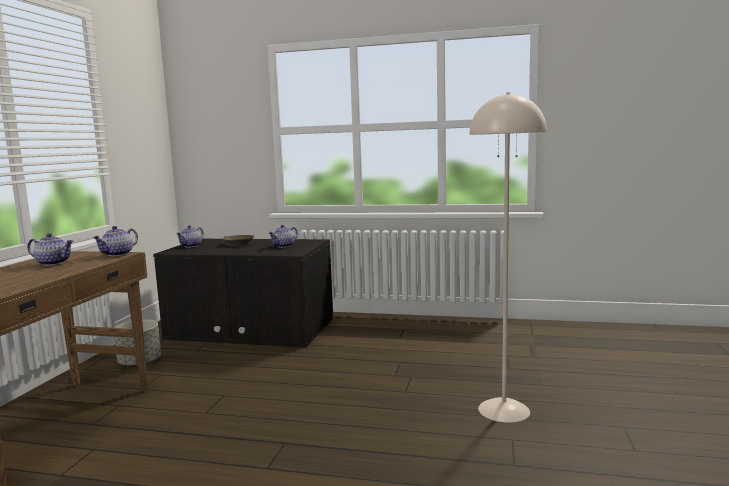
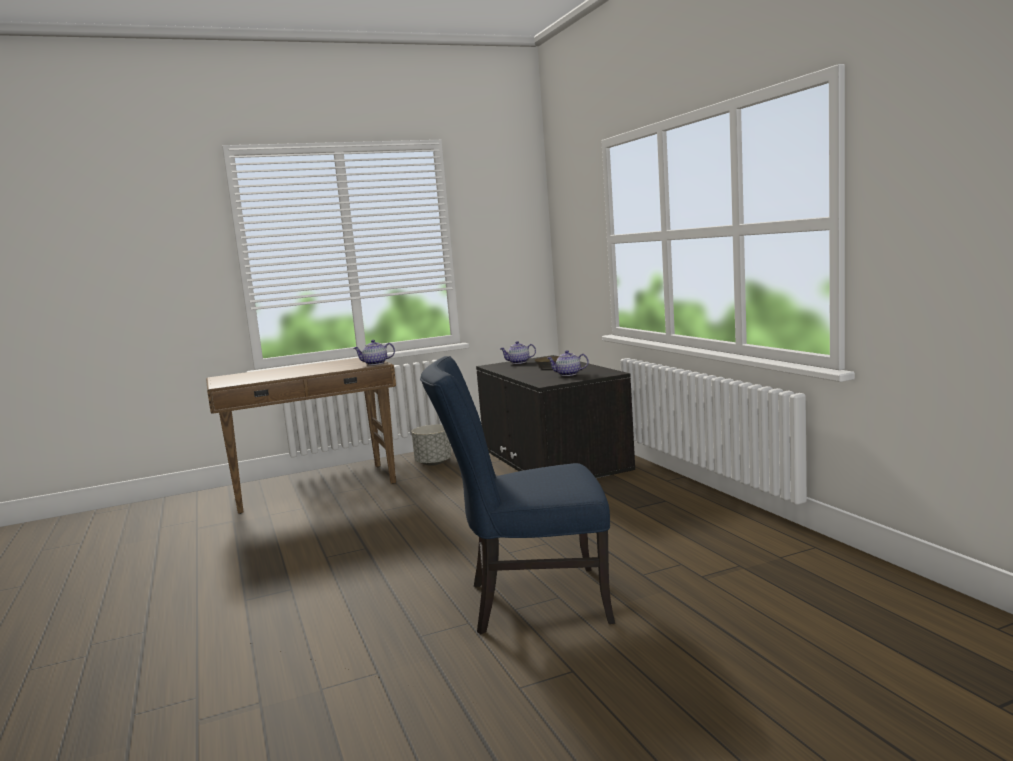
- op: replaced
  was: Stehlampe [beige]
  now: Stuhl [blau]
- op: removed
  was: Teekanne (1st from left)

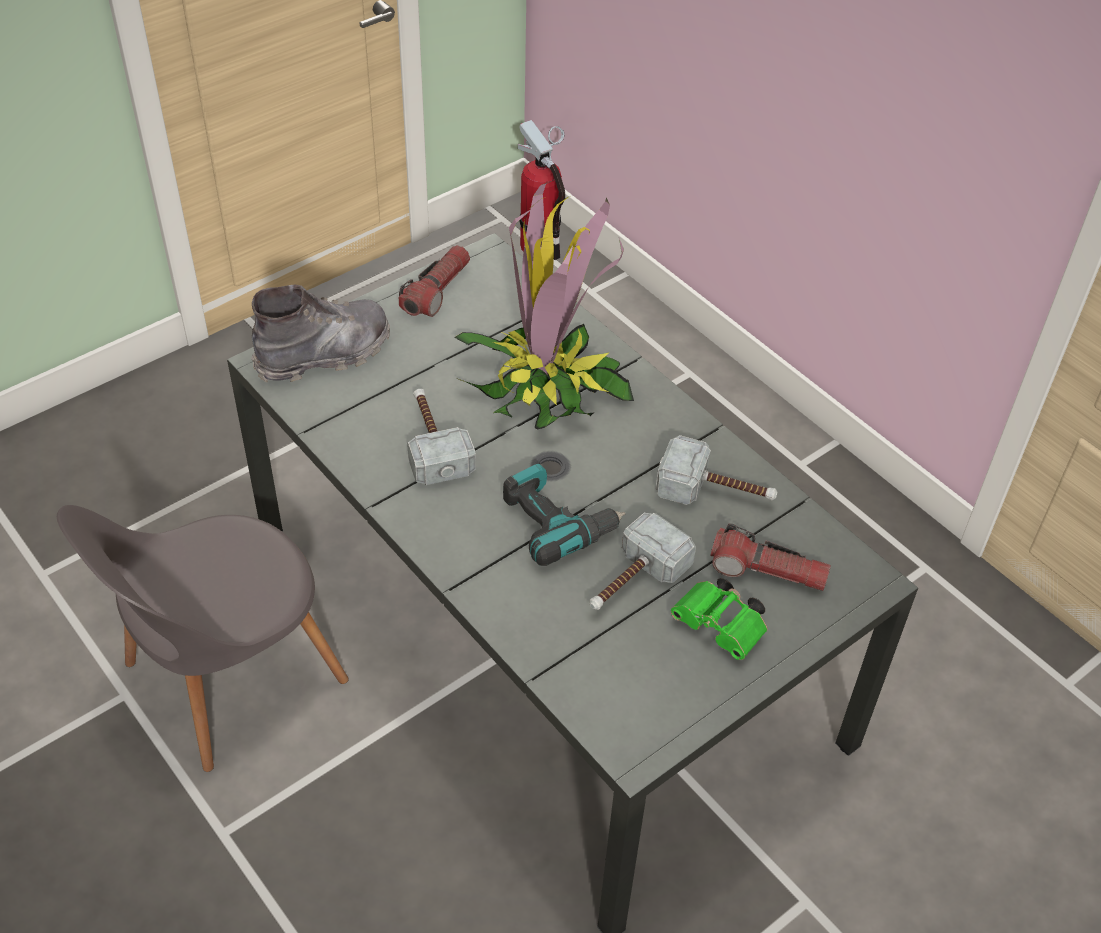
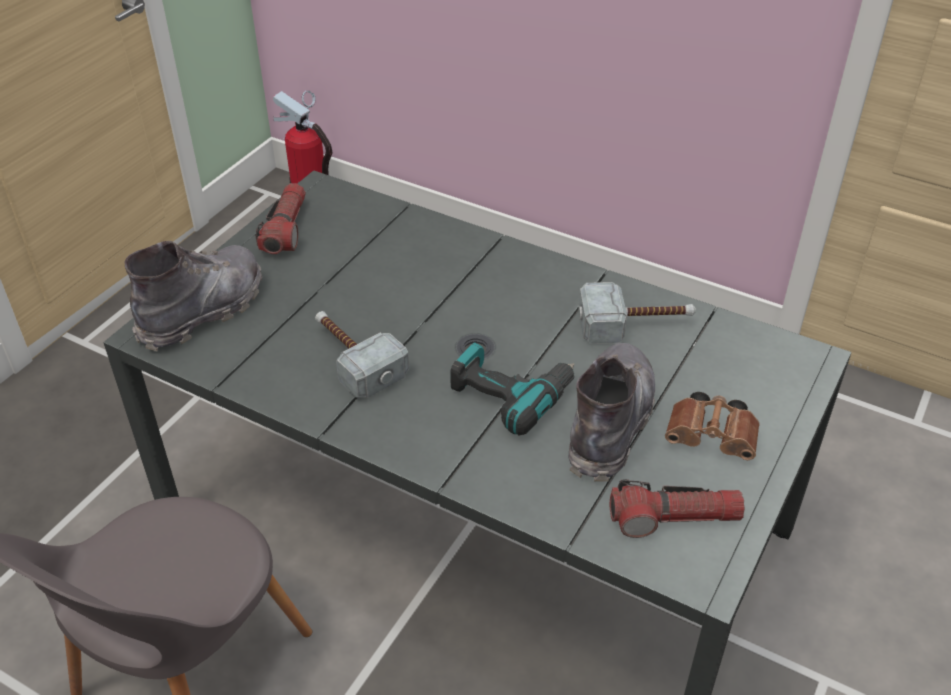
- op: removed
  was: Topfpflanze
- op: replaced
  was: Hammer (2nd from left)
  now: Stiefel [grau] (2nd from left)
- op: moved
  was: Taschenlampe (2nd from left)
- op: recoloured
  was: Fernglas [grün]
  now: Fernglas [braun]

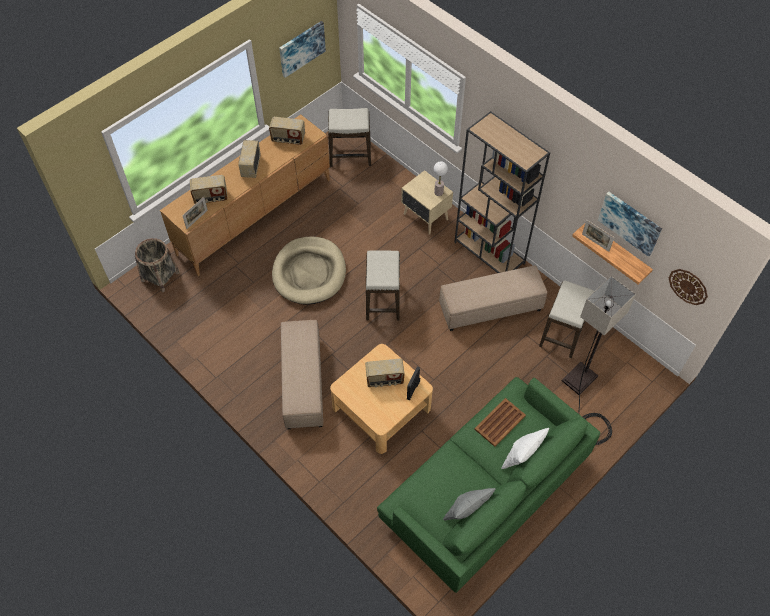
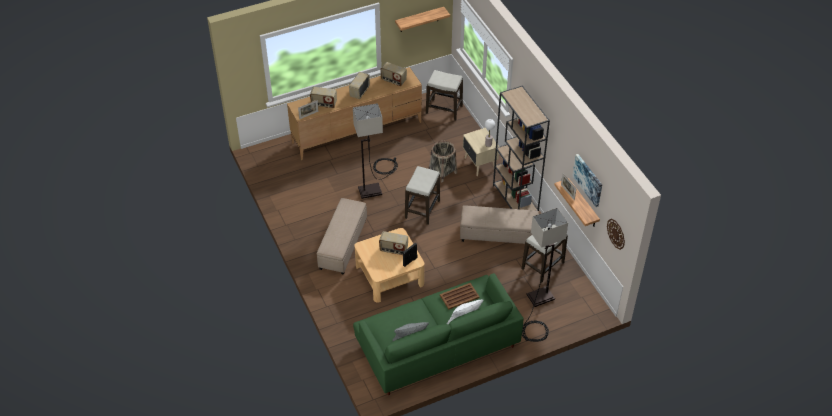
- op: replaced
  was: Bild (1st from left)
  now: Wandregal (1st from left)
- op: replaced
  was: Hundebett [beige]
  now: Stehlampe (1st from left)
- op: moved
  was: Korb

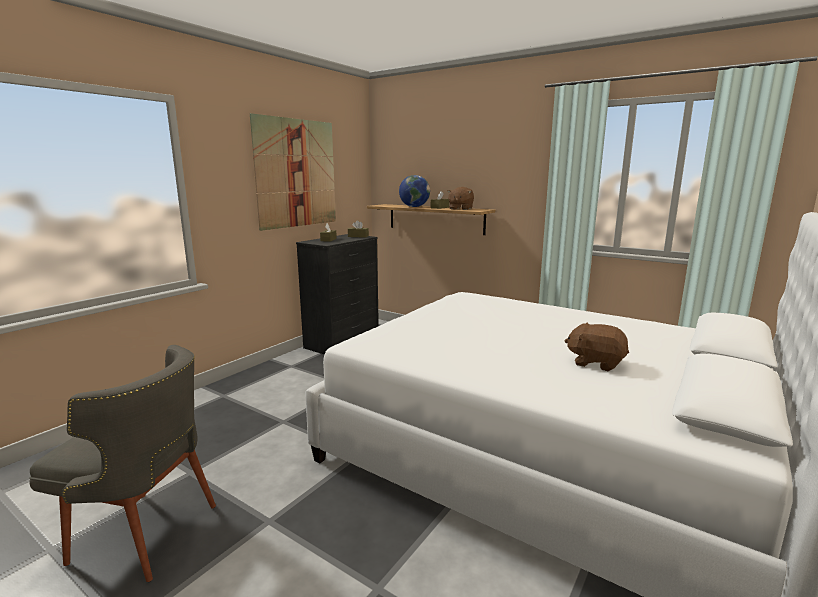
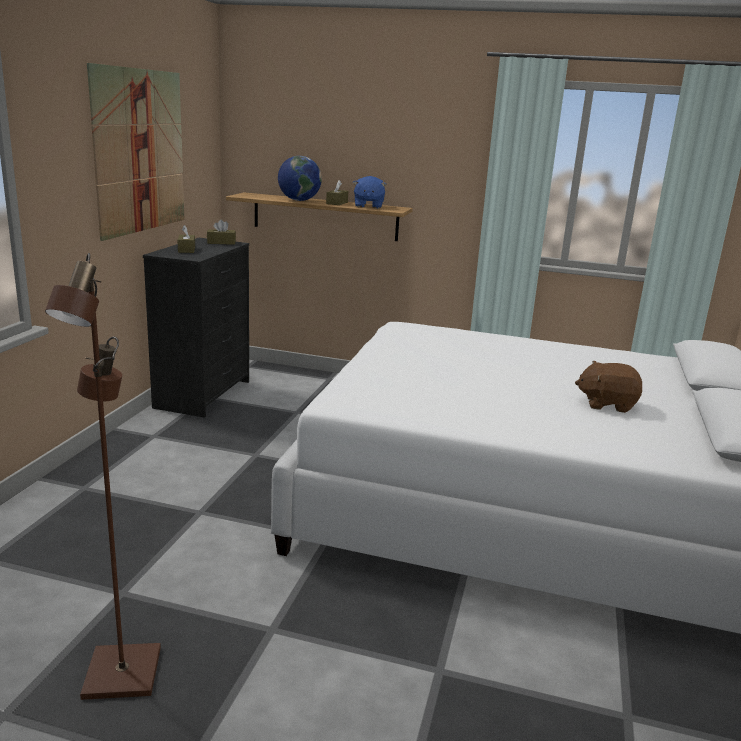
- op: recoloured
  was: Plüschtier [braun] (1st from left)
  now: Plüschtier [blau]
- op: replaced
  was: Stuhl [grau]
  now: Stehlampe [braun]

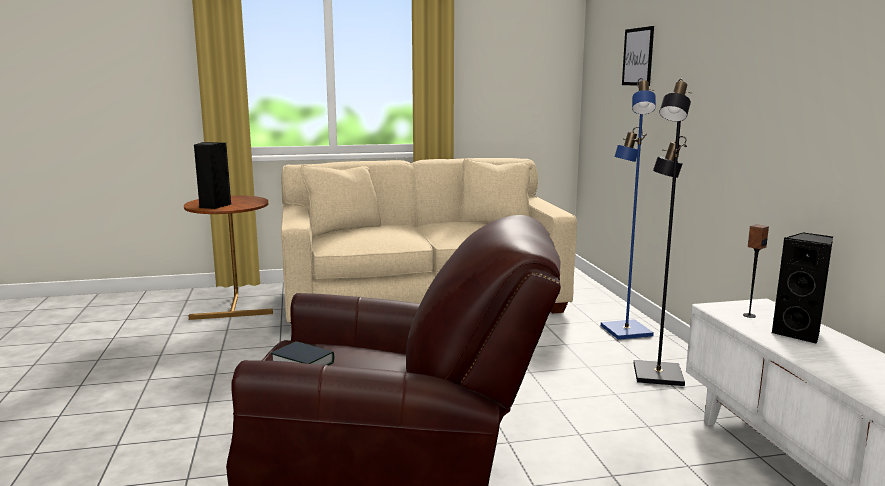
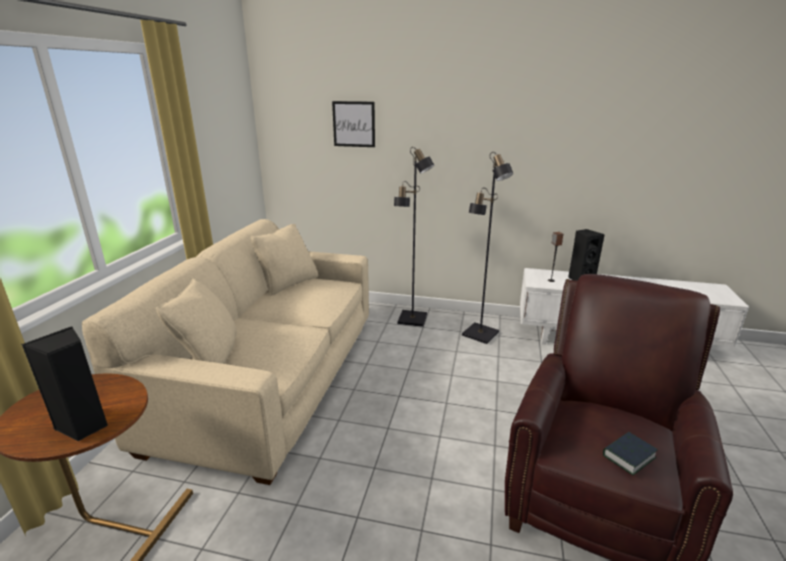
- op: recoloured
  was: Stehlampe [blau]
  now: Stehlampe [schwarz] (1st from left)

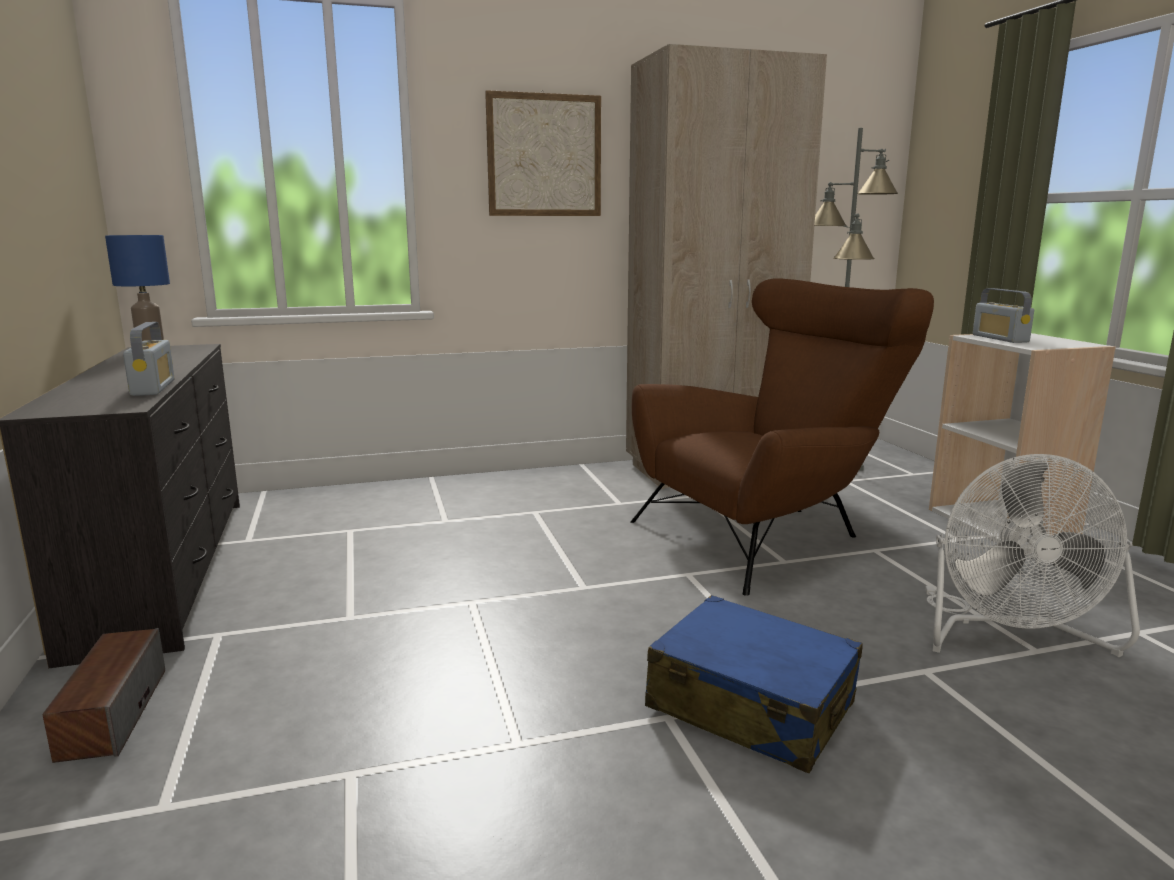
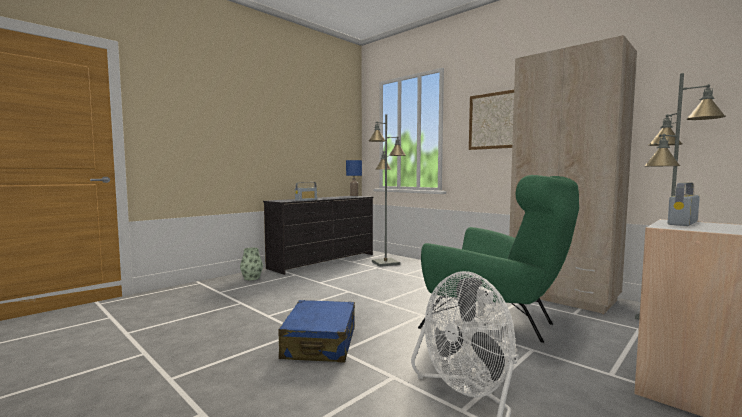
- op: recoloured
  was: Sessel [braun]
  now: Sessel [grün]
- op: replaced
  was: Lautsprecher
  now: Vase
- op: added
  now: Stehlampe [grau] (1st from left)

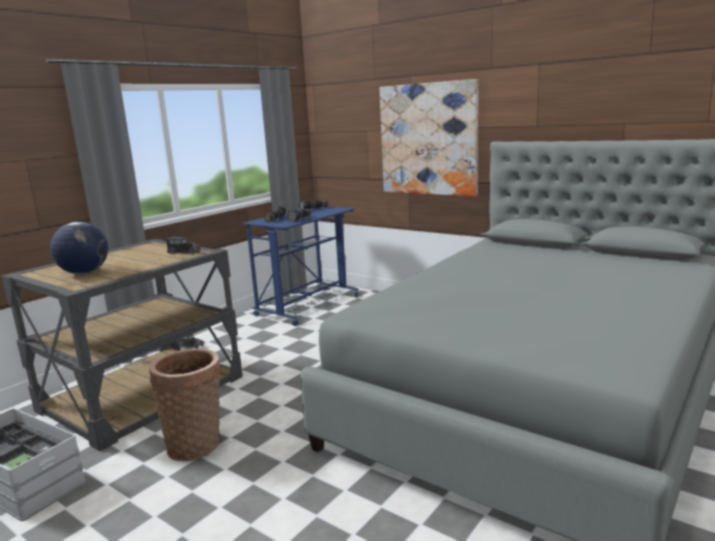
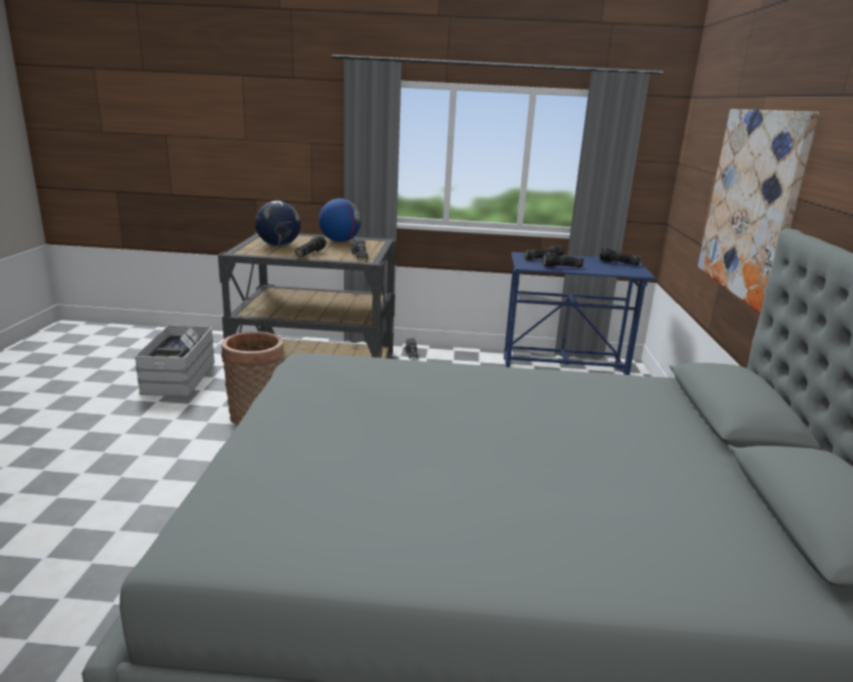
- op: added
  now: Globus (2nd from left)
- op: added
  now: Taschenlampe (1st from left)

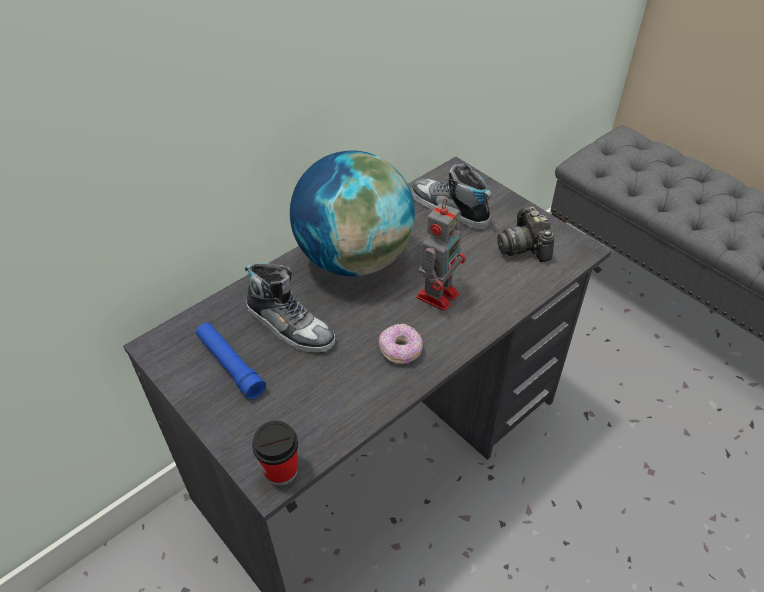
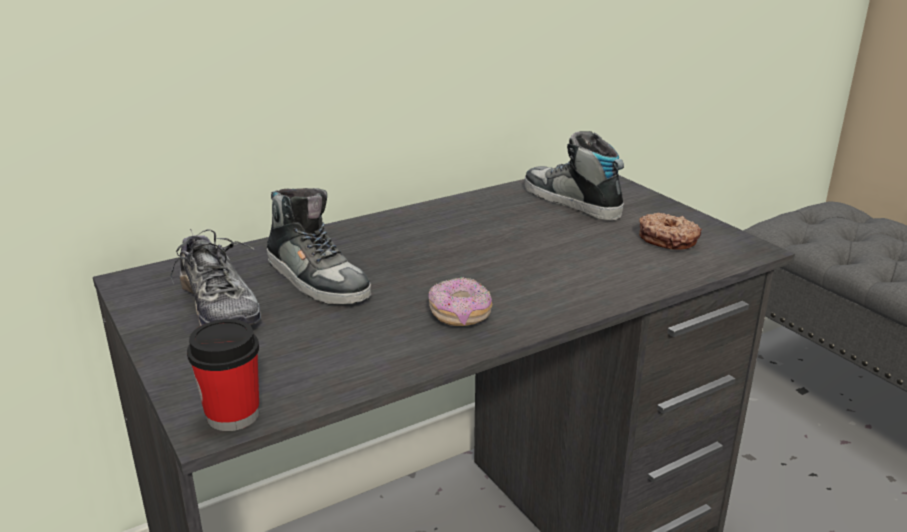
- op: removed
  was: Globus
- op: removed
  was: Spielzeugroboter
- op: replaced
  was: Kamera
  now: Donut (2nd from left)
- op: replaced
  was: Taschenlampe [blau]
  now: Schuh (1st from left)

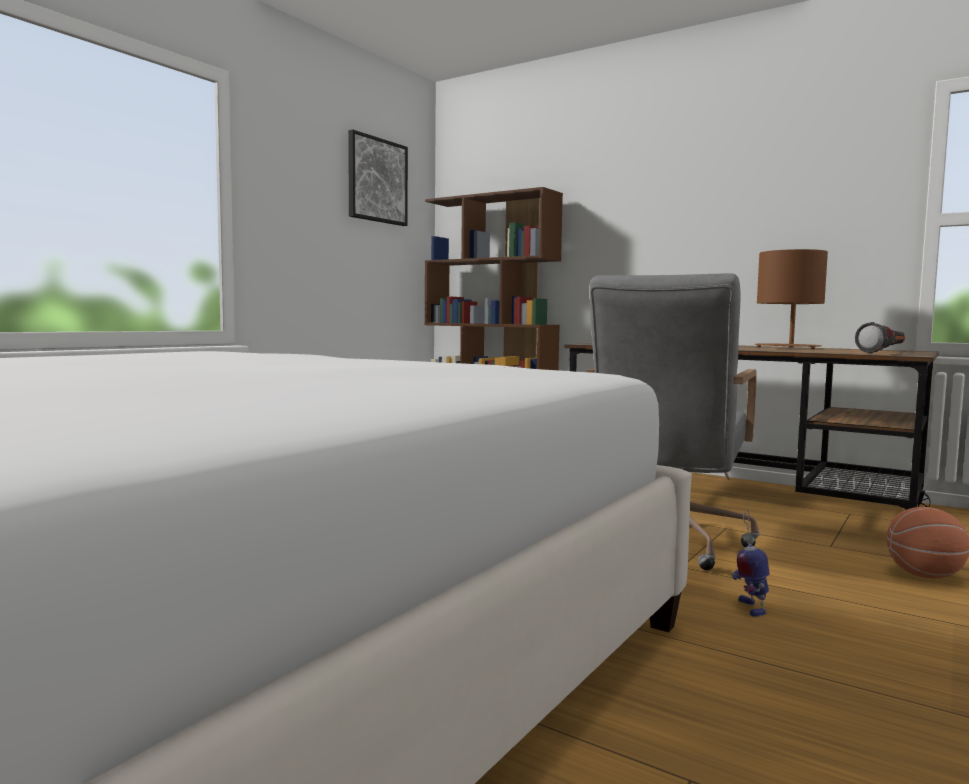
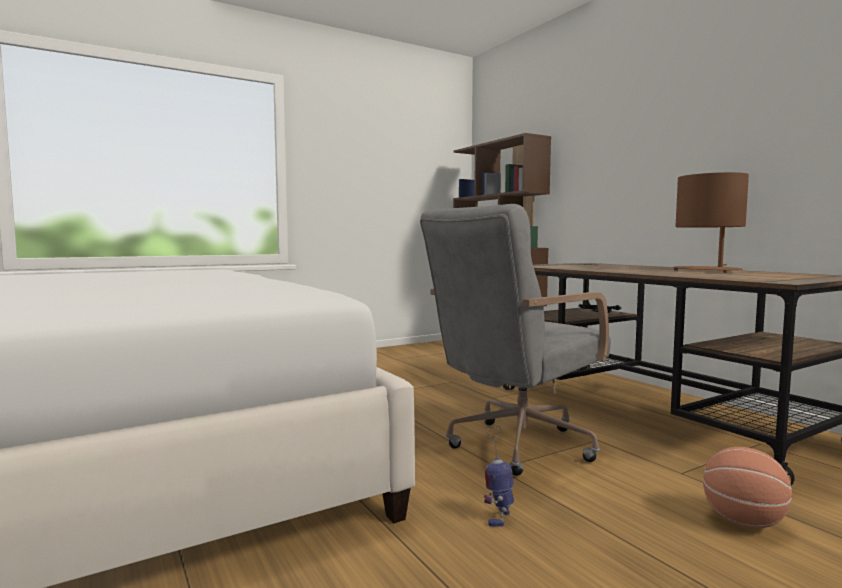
- op: removed
  was: Bild
- op: removed
  was: Taschenlampe

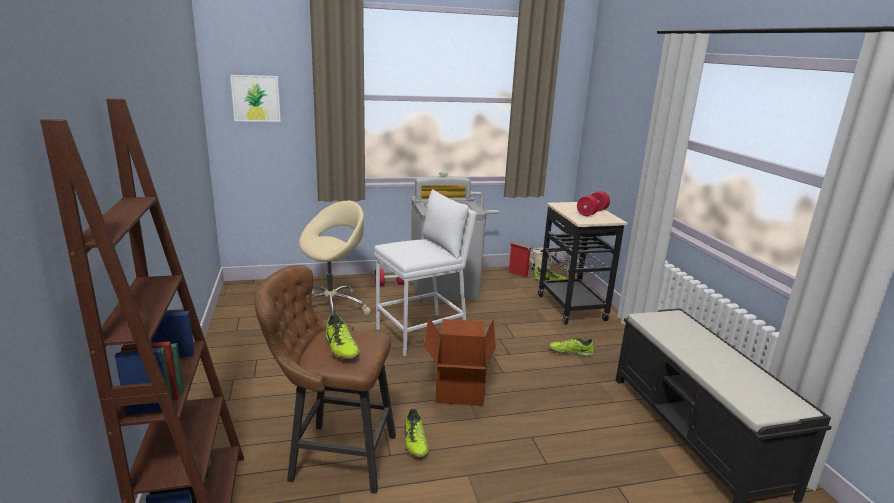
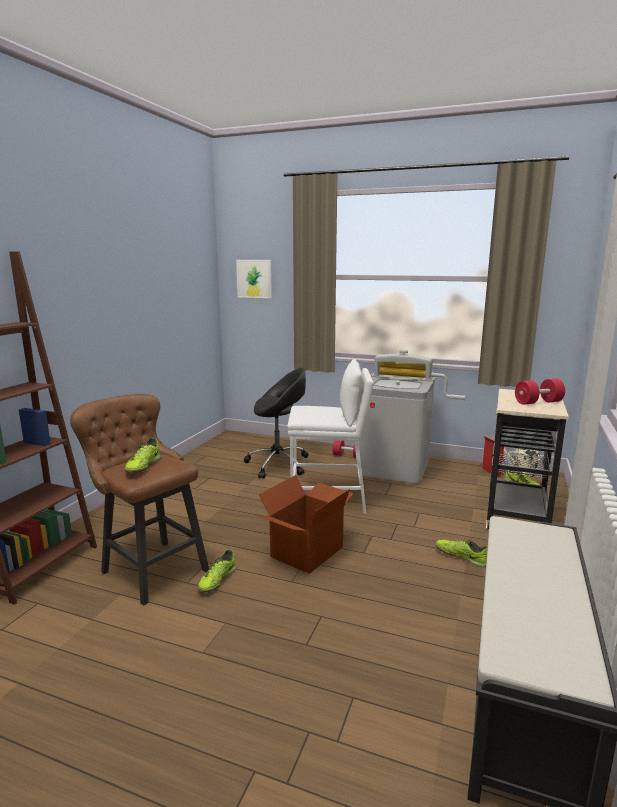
- op: recoloured
  was: Bürostuhl [beige]
  now: Bürostuhl [schwarz]

